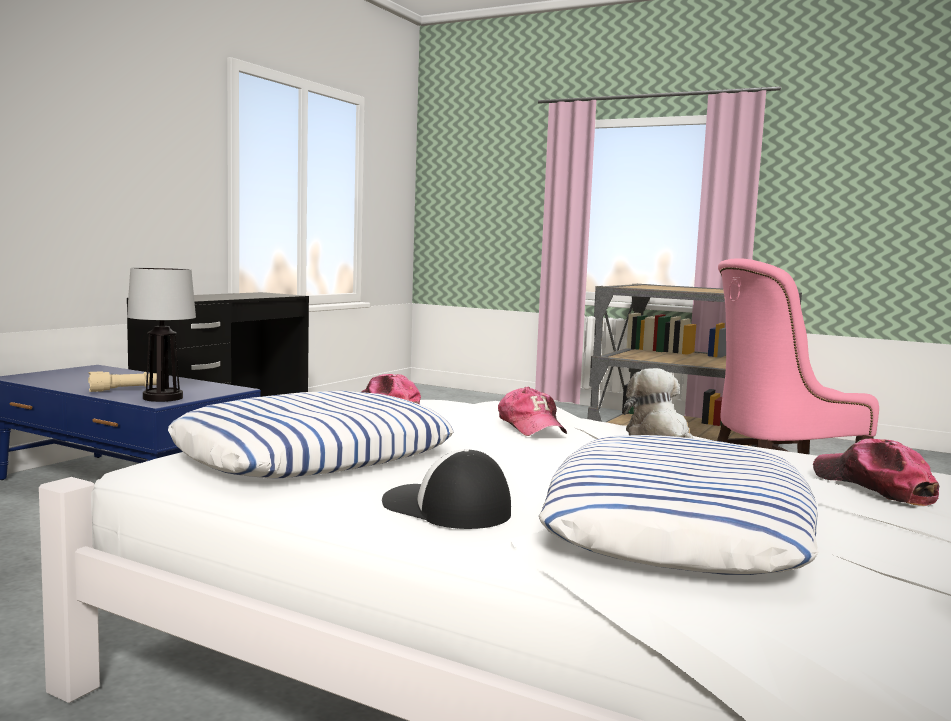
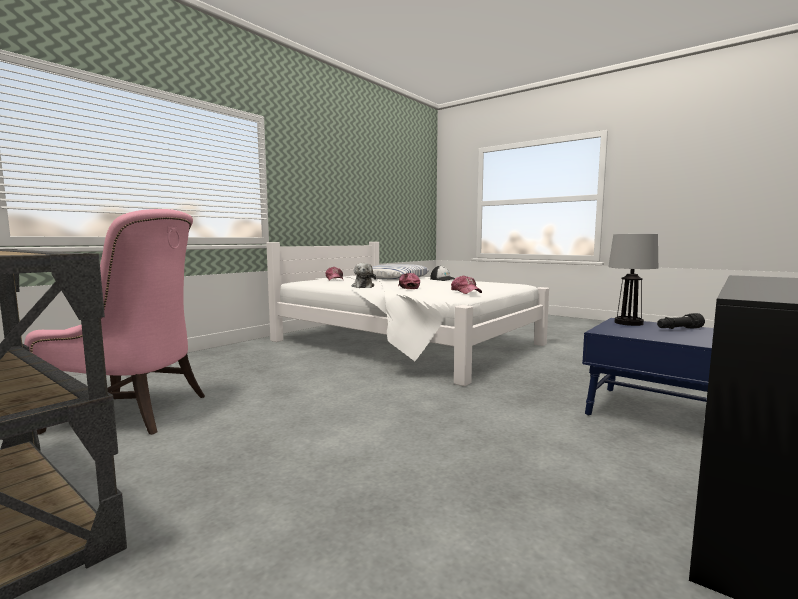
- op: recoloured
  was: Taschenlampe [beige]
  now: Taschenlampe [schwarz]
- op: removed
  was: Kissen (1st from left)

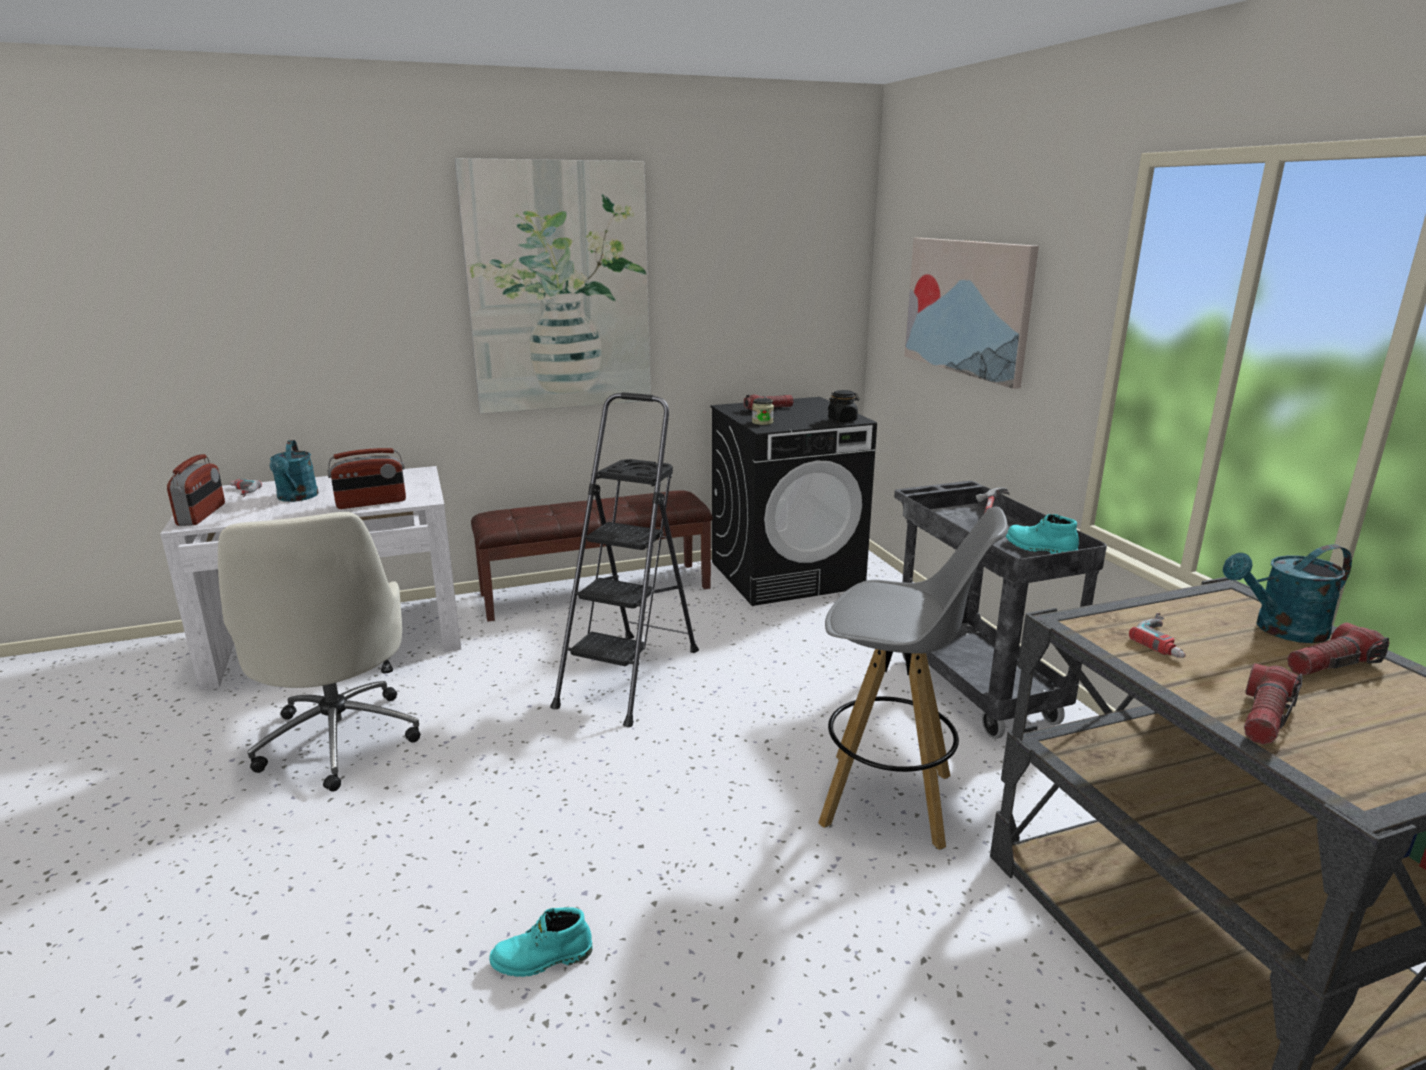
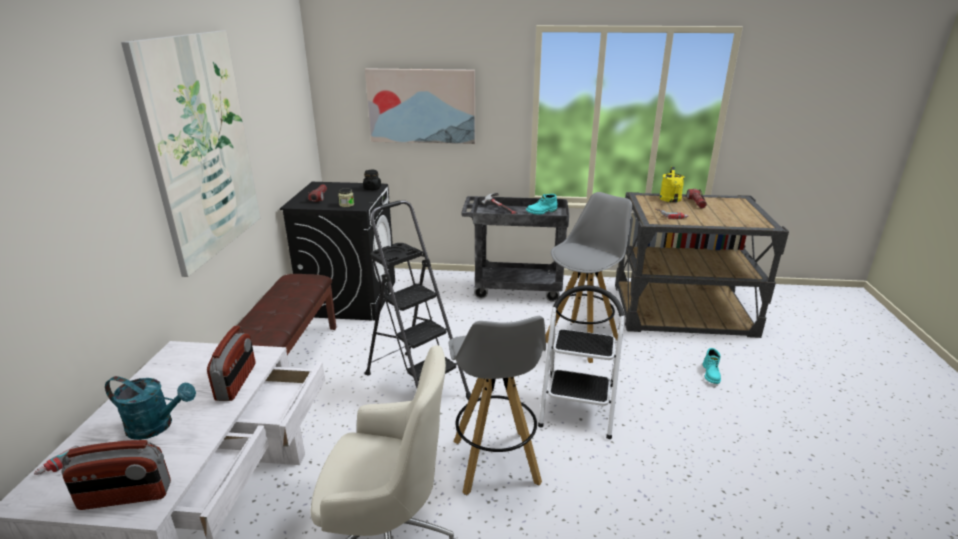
- op: turned
  was: Radio (1st from left)
  clockwise: 150
- op: recoloured
  was: Gießkanne [türkis] (2nd from left)
  now: Gießkanne [gelb]
- op: removed
  was: Taschenlampe (2nd from left)
- op: moved
  was: Stiefel [türkis] (1st from left in the first image)
  now: Stiefel [türkis] (2nd from left)
- op: added
  now: Trittleiter (2nd from left)
- op: added
  now: Hocker [grau] (1st from left)

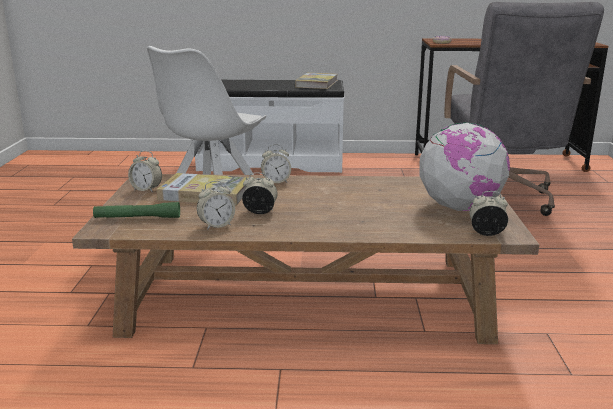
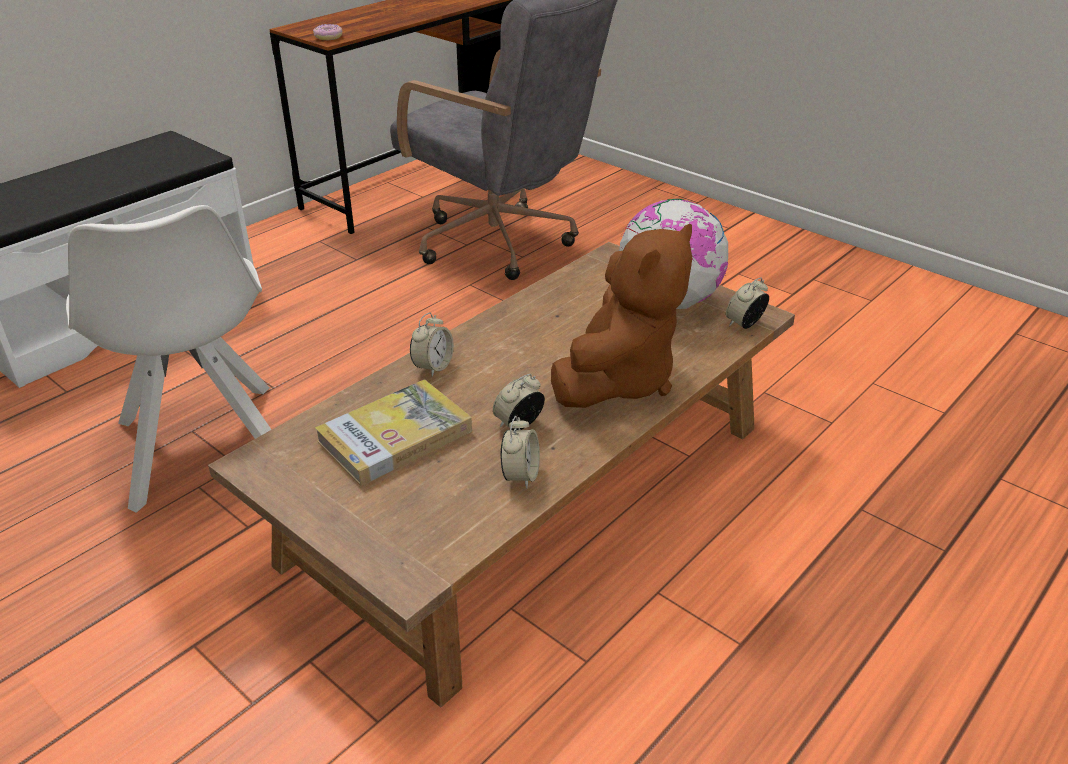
- op: removed
  was: Buch (2nd from left)
- op: removed
  was: Wecker (1st from left)
- op: removed
  was: Taschenlampe [grün]
- op: added
  now: Plüschtier [braun]

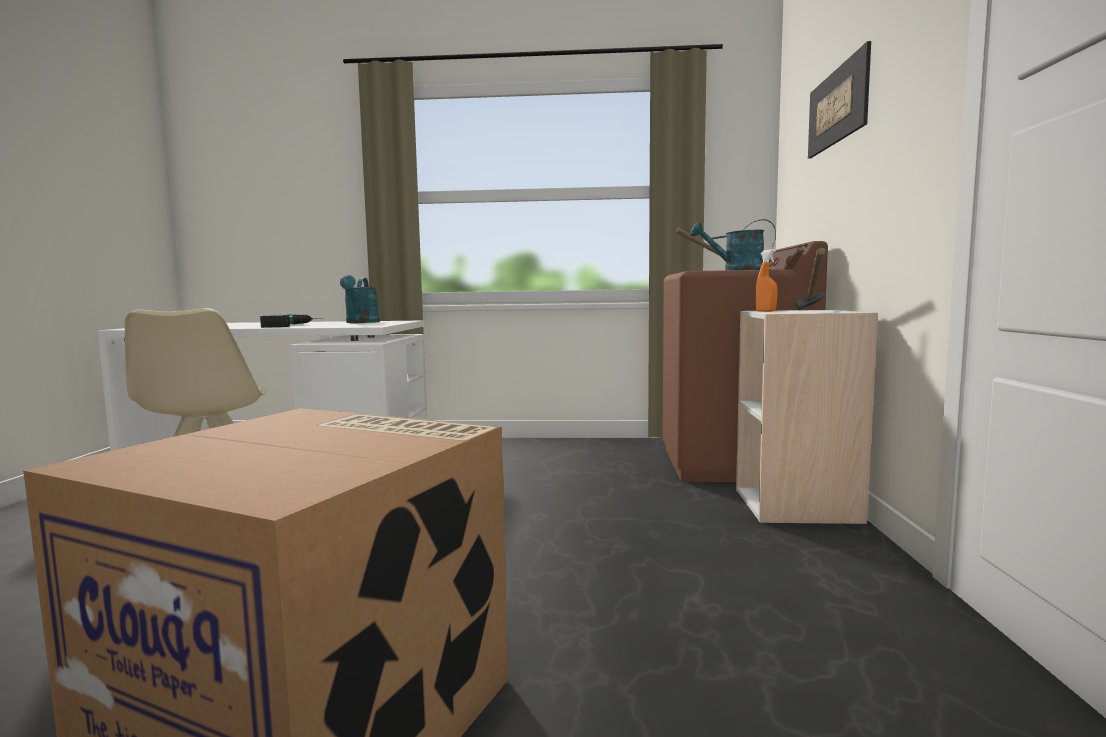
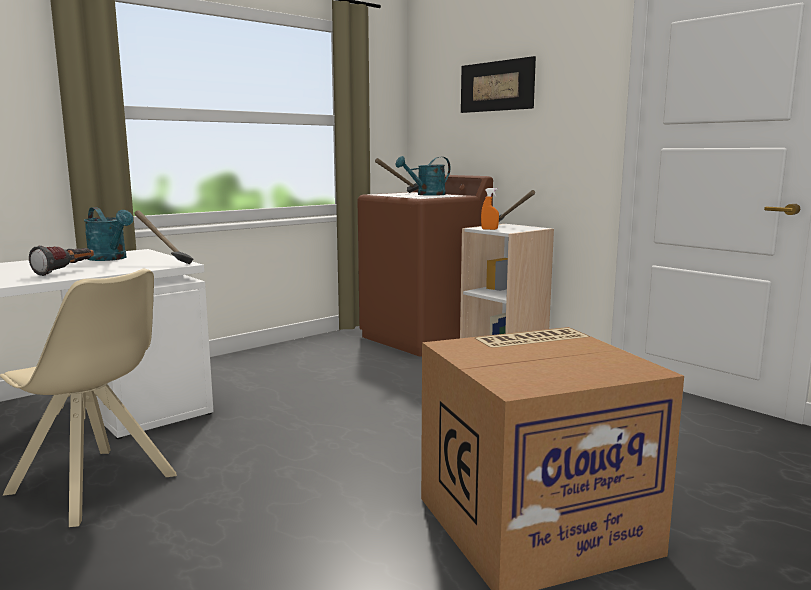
- op: replaced
  was: Bohrmaschine
  now: Taschenlampe
- op: added
  now: Hammer (1st from left)

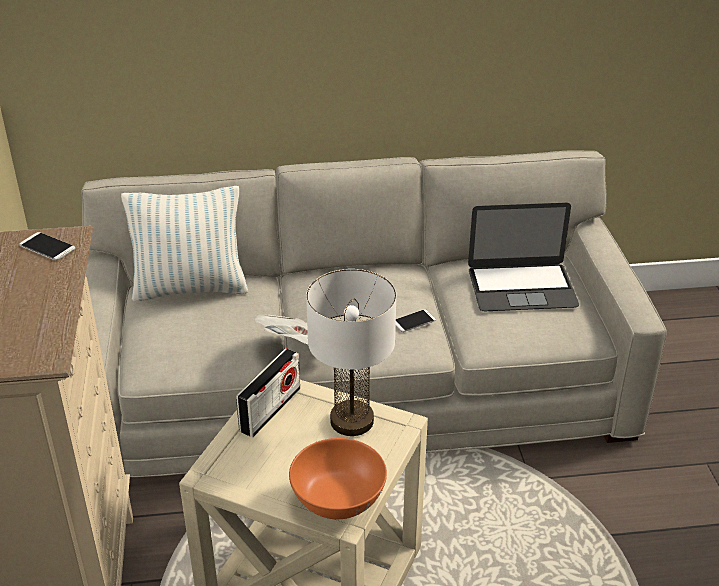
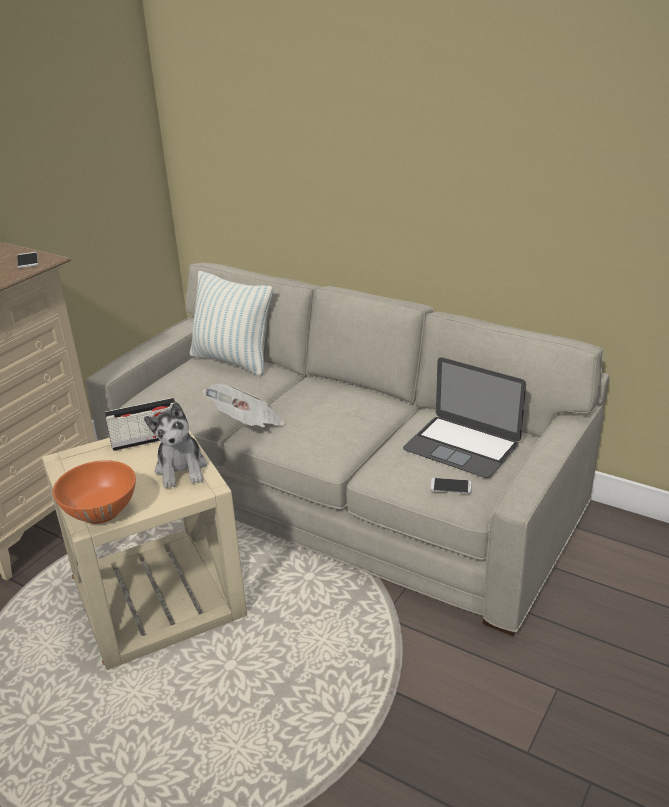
- op: replaced
  was: Tischlampe
  now: Plüschtier
- op: moved
  was: Handy (2nd from left)

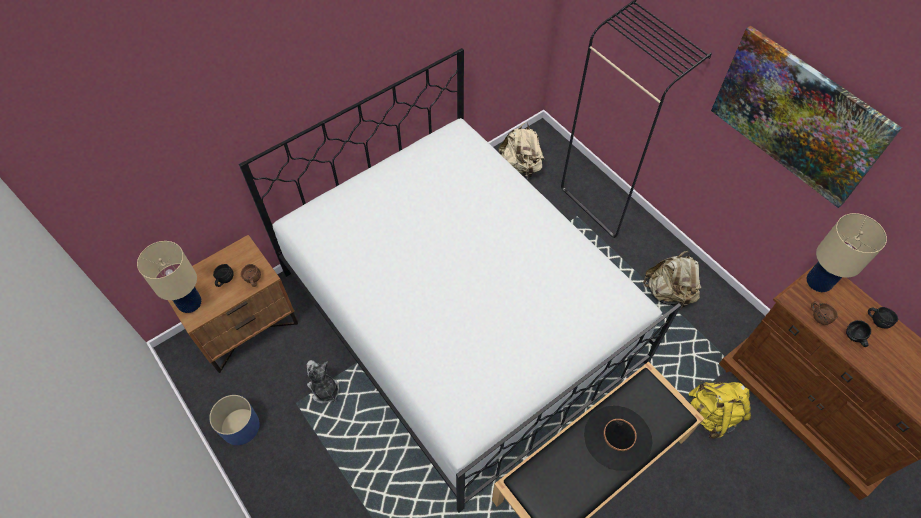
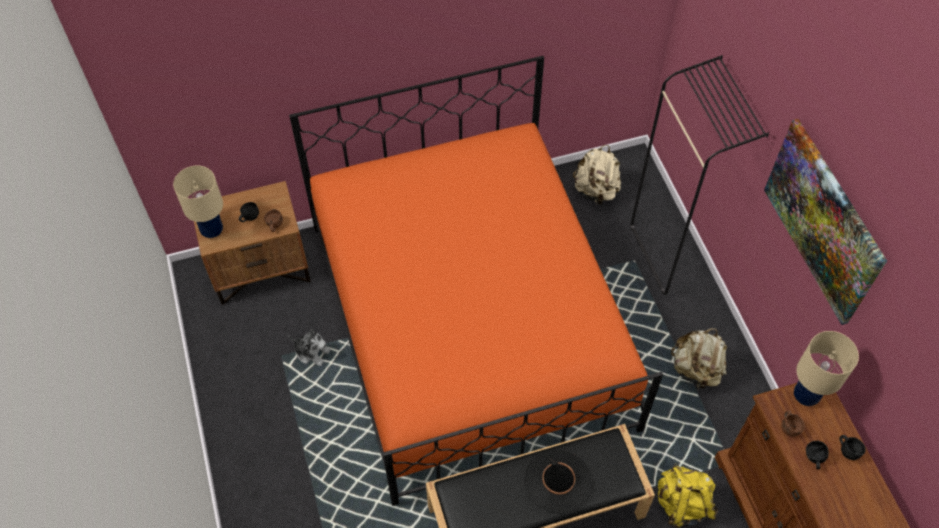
- op: recoloured
  was: Bett [weiß]
  now: Bett [orange]
- op: turned
  was: Plüschtier
  clockwise: 135
- op: removed
  was: Pflanzkübel [blau]

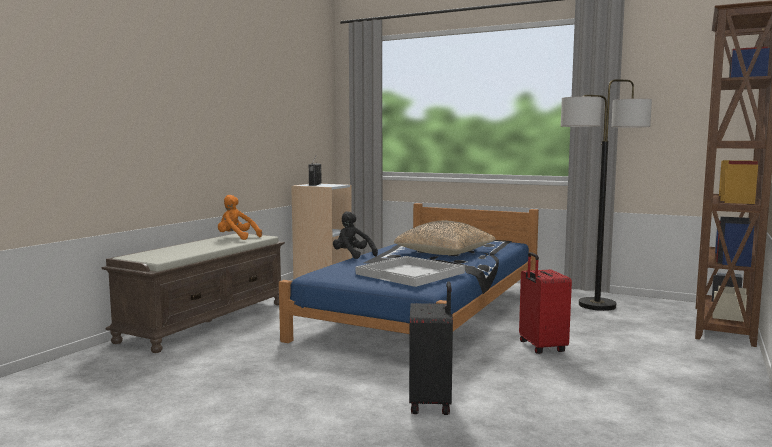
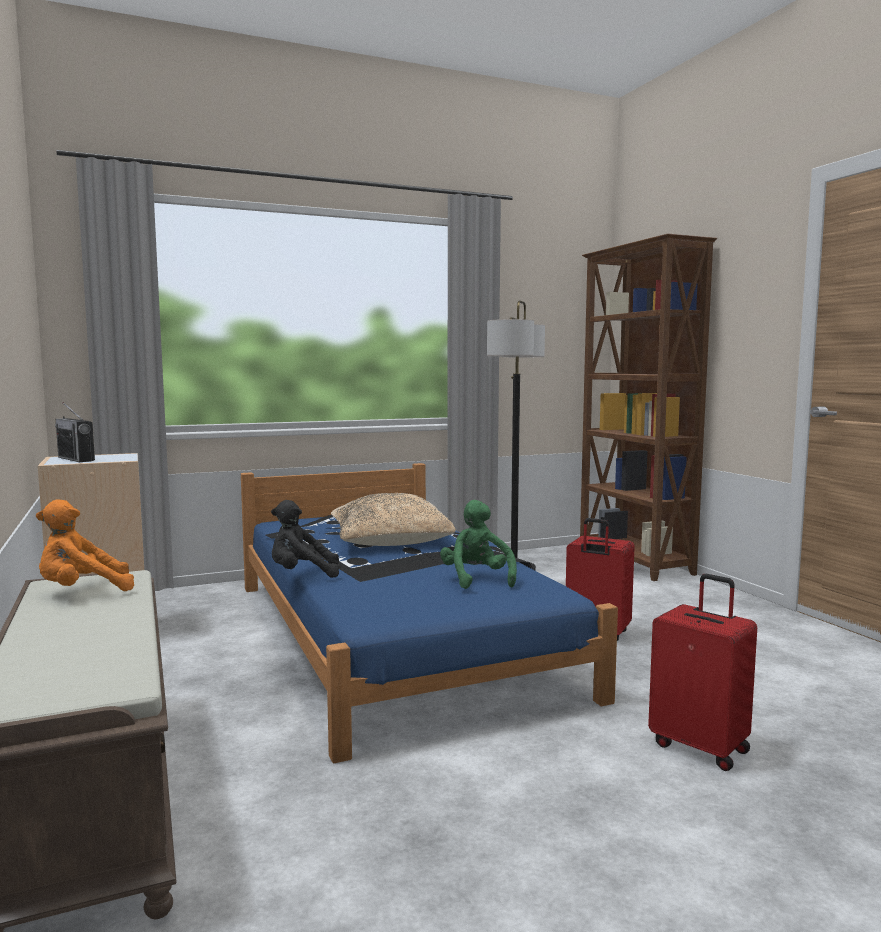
- op: replaced
  was: Tablett [weiß]
  now: Plüschtier [grün]
- op: recoloured
  was: Koffer [schwarz]
  now: Koffer [rot] (2nd from left)

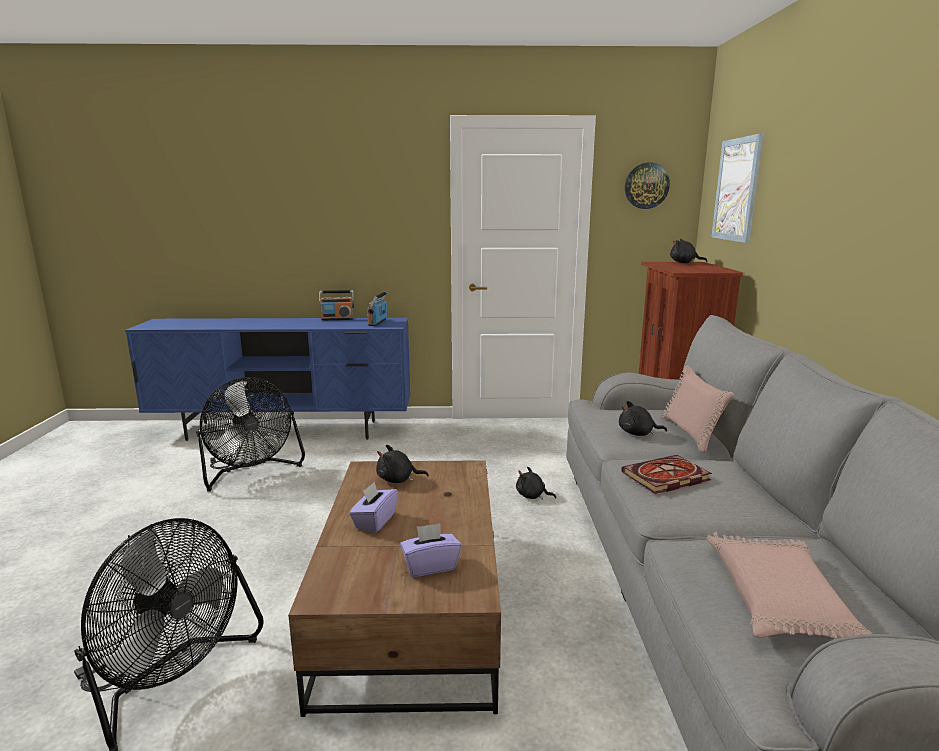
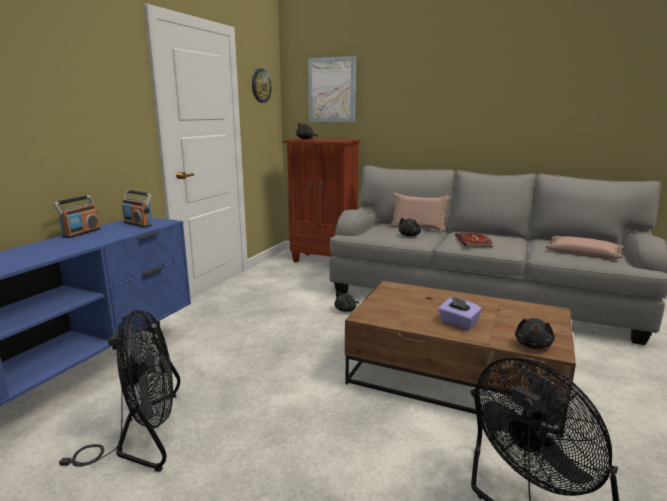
- op: moved
  was: Plüschtier [schwarz] (1st from left in the first image)
  now: Plüschtier [schwarz] (4th from left)
- op: removed
  was: Taschentuchbox [lila] (2nd from left)

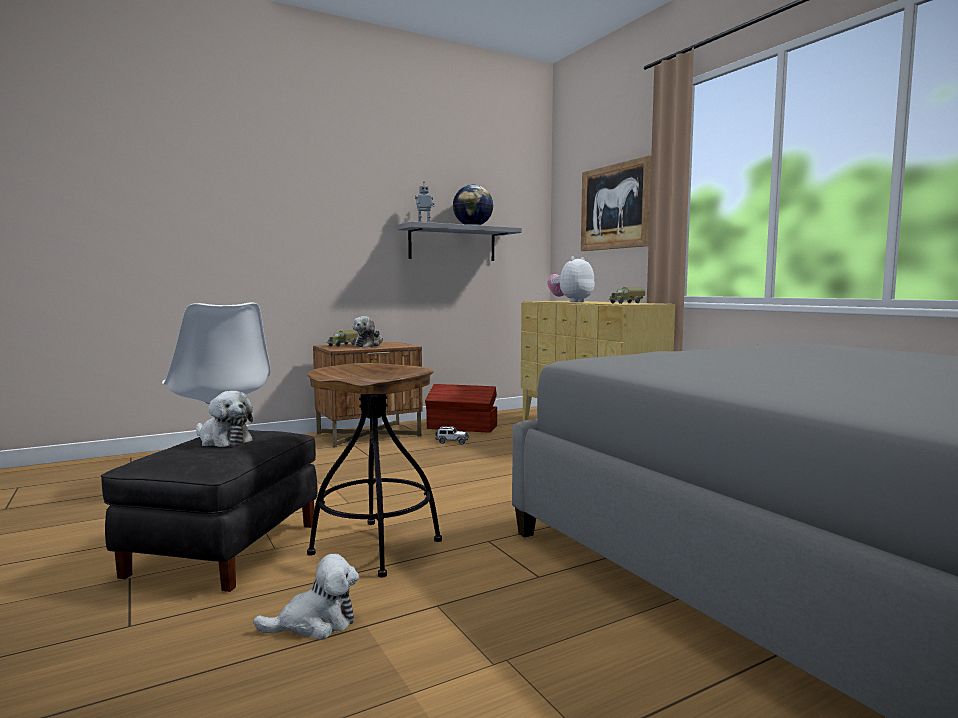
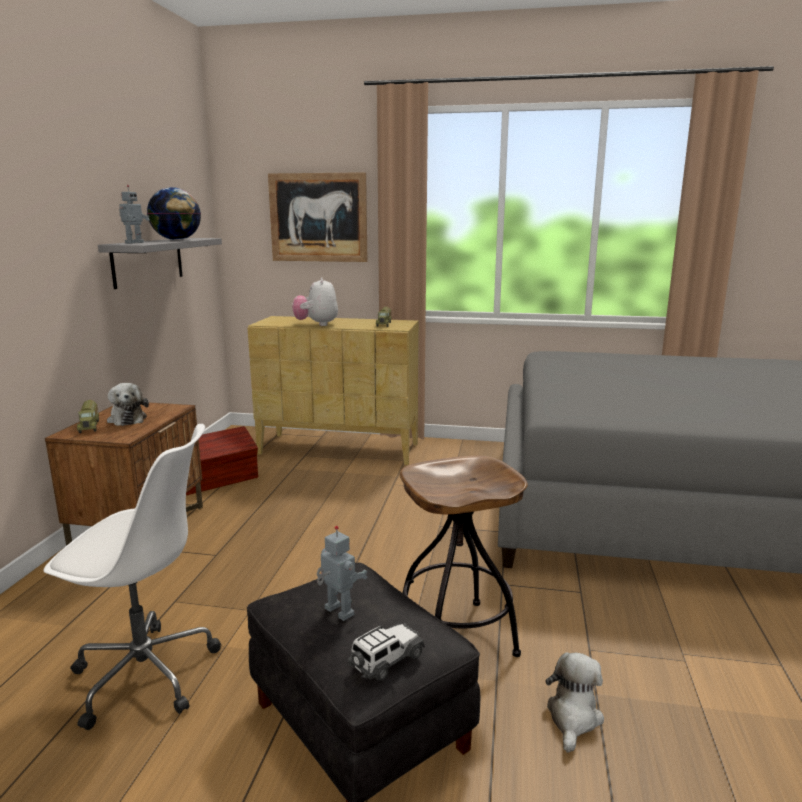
- op: replaced
  was: Plüschtier (1st from left)
  now: Spielzeugroboter (2nd from left)
- op: moved
  was: Spielzeugauto

